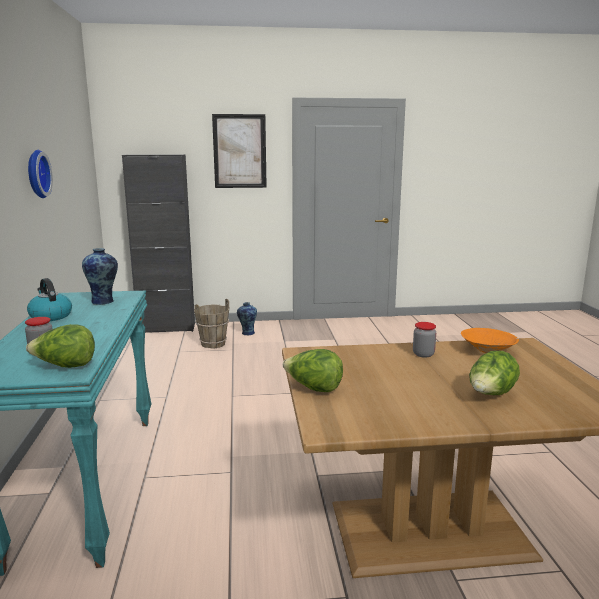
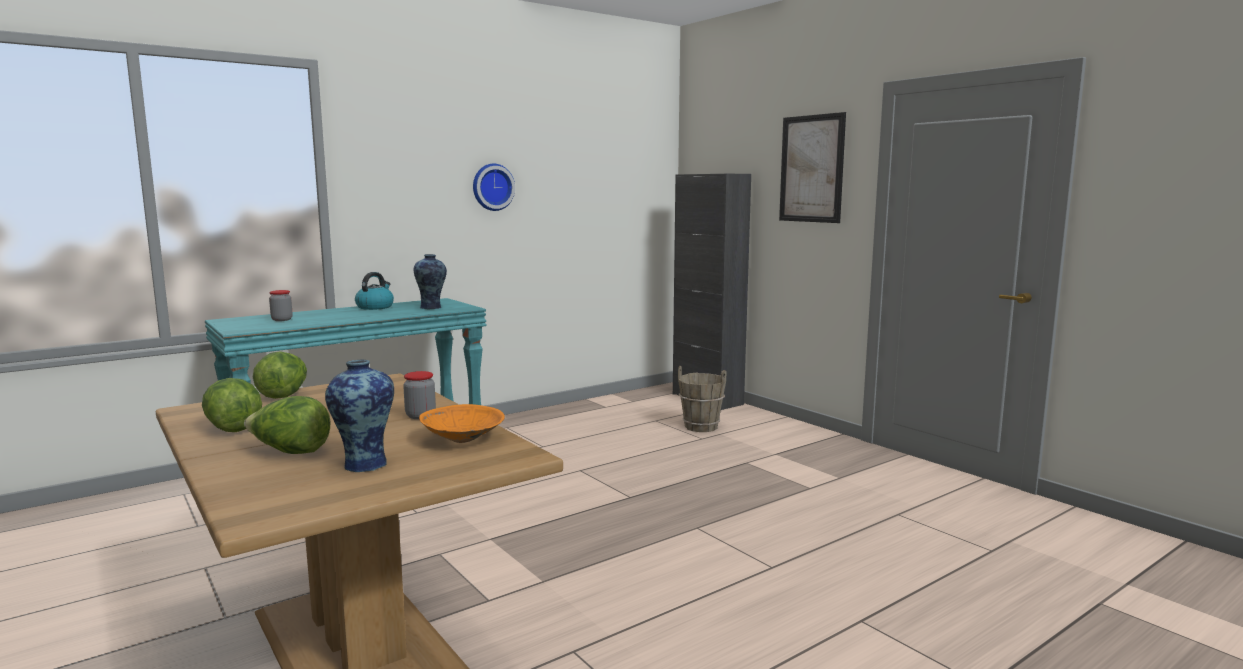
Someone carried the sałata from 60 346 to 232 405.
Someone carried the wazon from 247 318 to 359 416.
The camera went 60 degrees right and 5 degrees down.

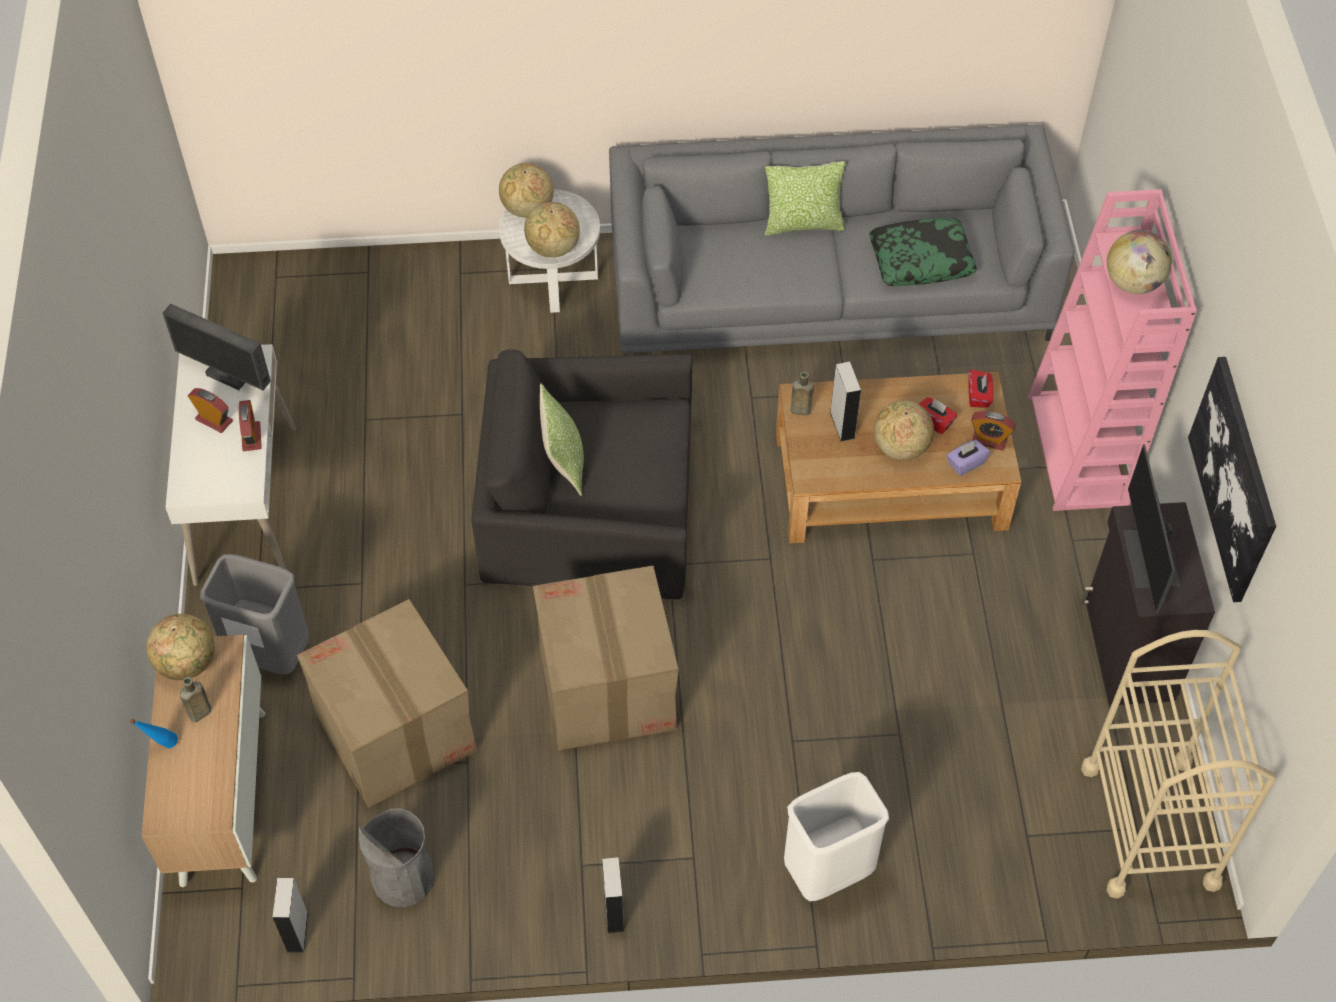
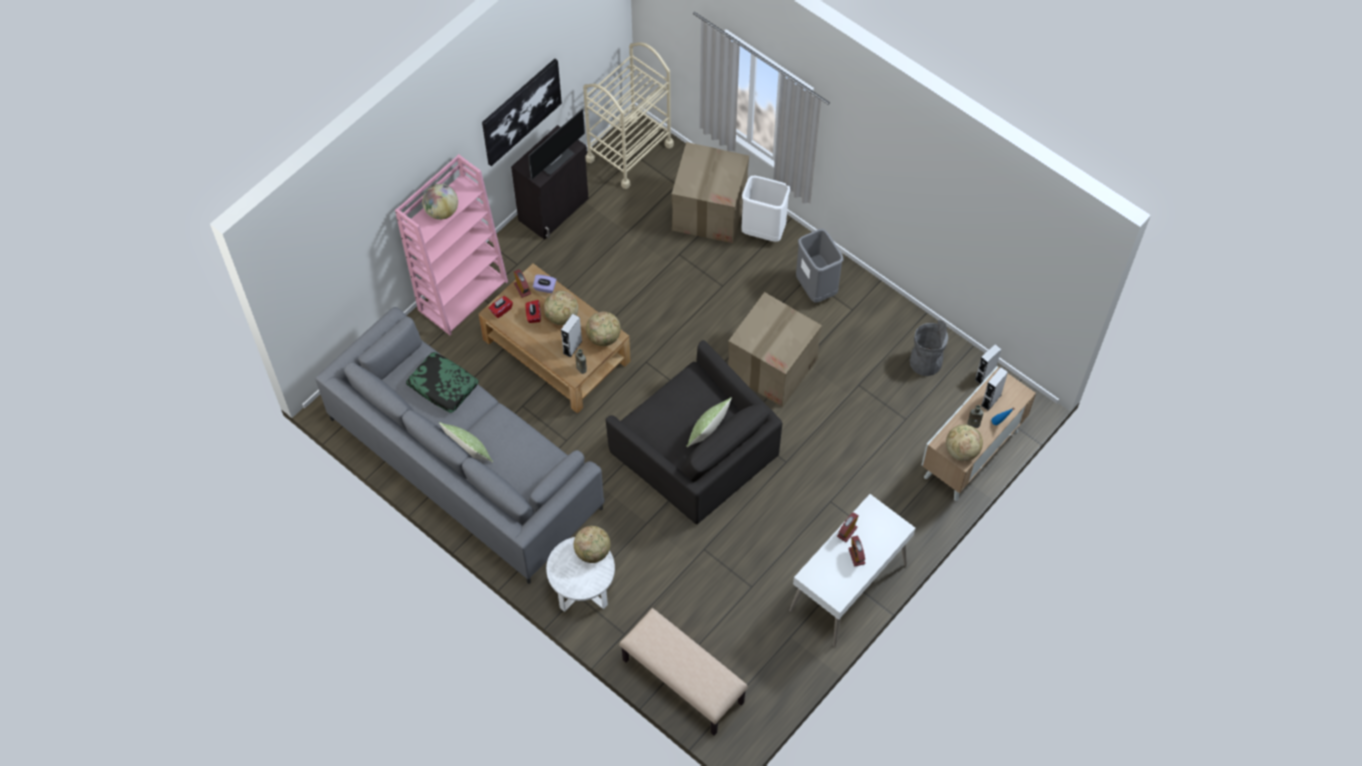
Someone took away the monitor at 217 347.
Someone carried the kosz na śmieci (szary) from 254 614 to 820 266.
Someone carried the karton from 387 703 to 710 192.
Someone carried the globus from 526 190 to 603 329.
Someone carried the głośnik (szary) from 613 895 to 994 389.
Someone put down the ławka (beżowy) at 683 672.
The camera went 135 degrees left and 5 degrees up.

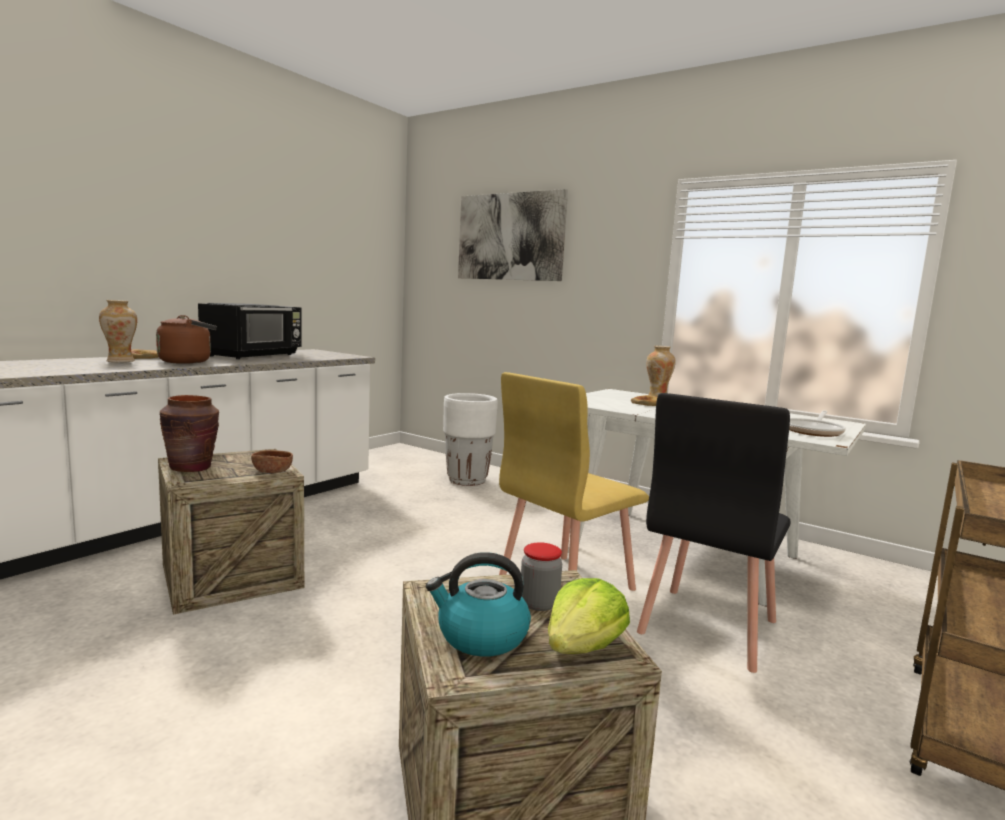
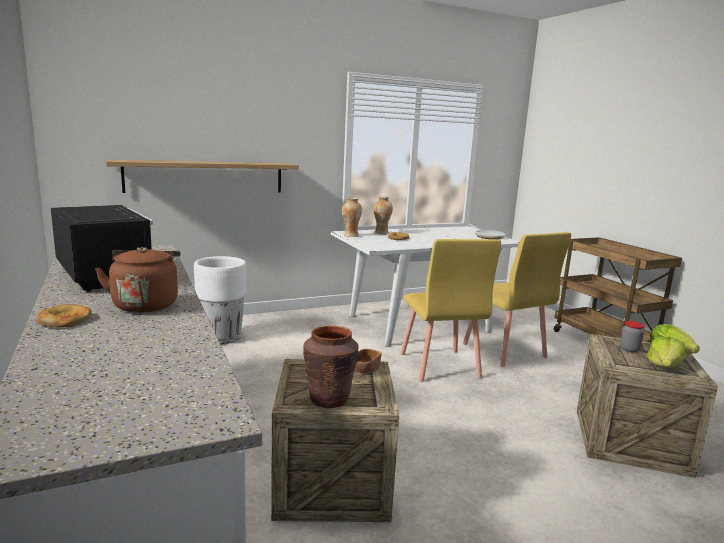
Someone carried the wazon from 118 331 to 352 217.
Someone swapped the czajnik at 478 604 for the sałata at 666 352.
Someone took away the obraz at 513 235.
Someone repainted the krzesło (czarny) at 714 533, which became the krzesło (żółty) at 517 299.
Someone put up the półka at 202 176.
The camera went 60 degrees left and 5 degrees up.

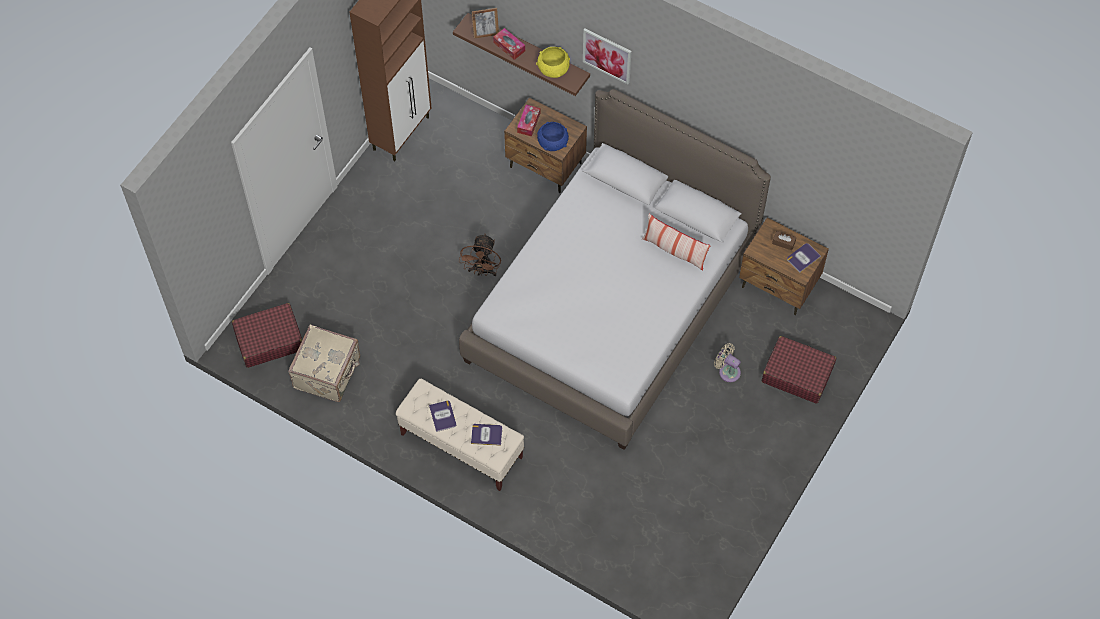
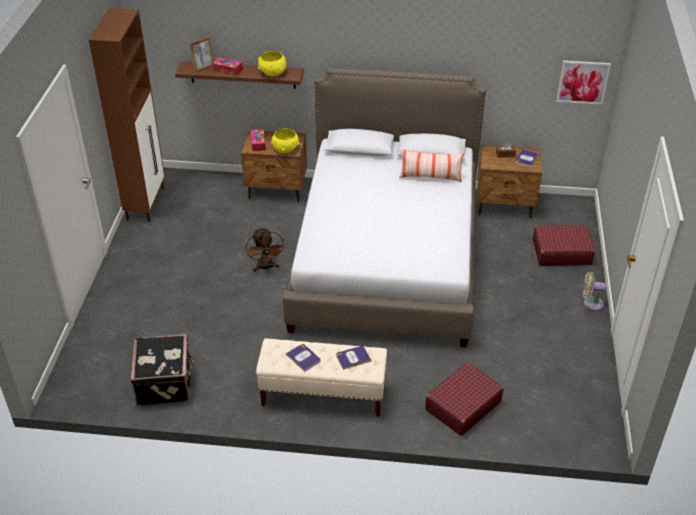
Someone carried the walizka (czerwony) from 267 335 to 464 399.
Someone repainted the walizka (beżowy) at 324 363, which became the walizka (czarny) at 163 370.
Someone repainted the miska (niebieski) at 553 136, which became the miska (żółty) at 285 141.
Someone carried the obraz from 607 56 to 583 83.
Someone carried the wentylator (beżowy) from 727 362 to 594 291.
The camera went 25 degrees left and 20 degrees down.

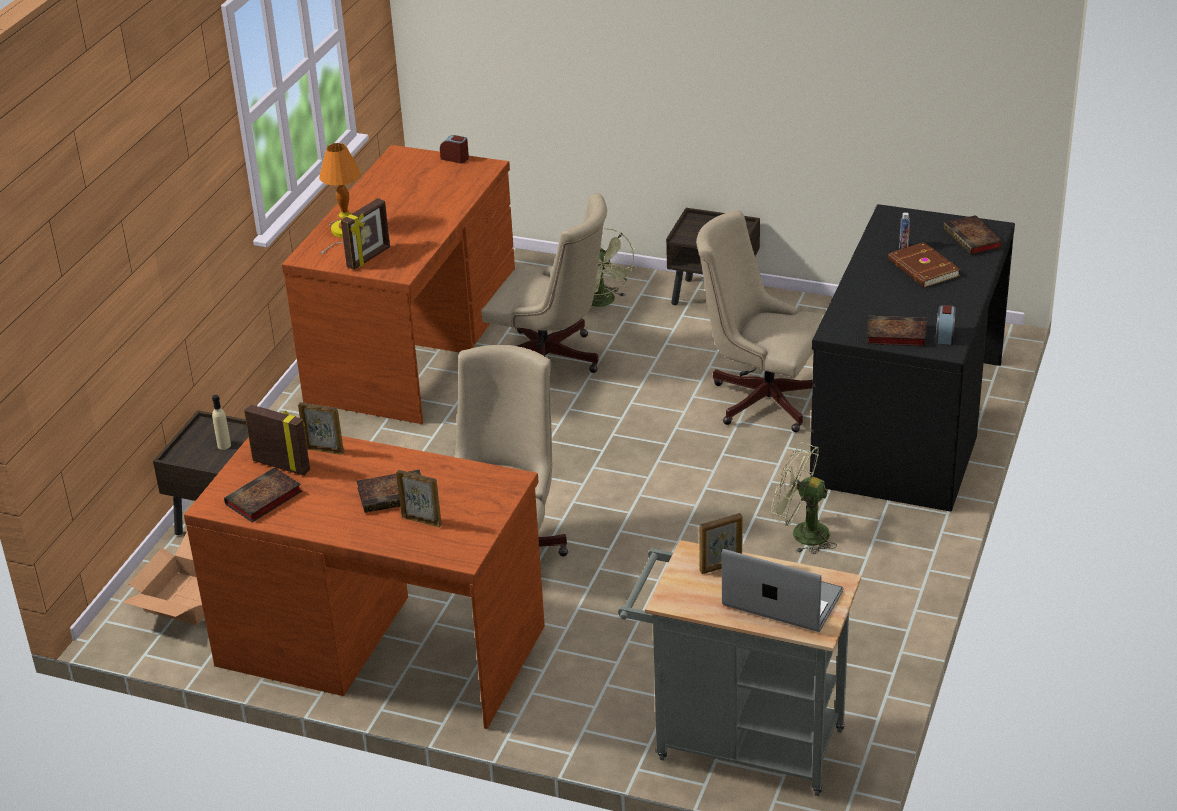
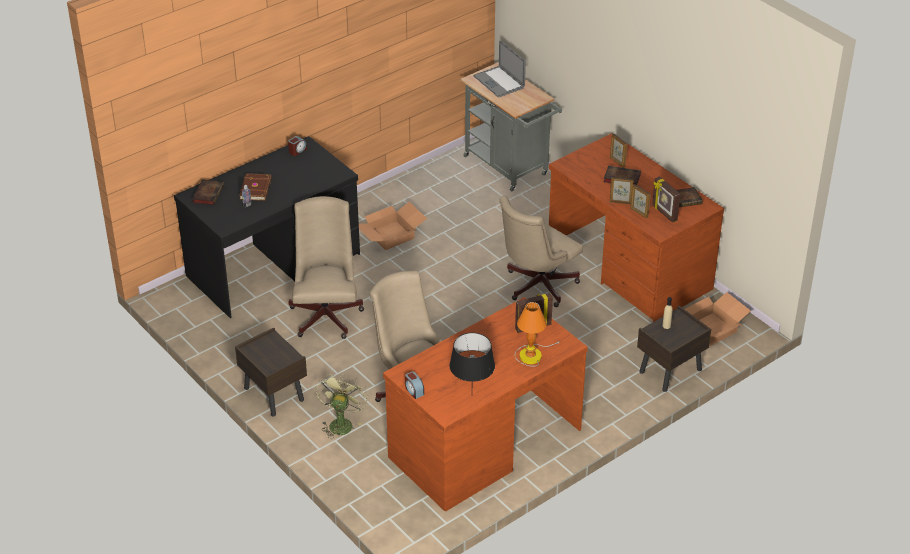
Someone rotated the krzesło biurowe (beżowy) at 760 321 by 150 degrees counterclockwise.
Someone carried the ramka na zdjęcie from 721 543 to 622 191.
Someone swapped the wentylator (zielony) at 804 498 for the karton at 393 226.
Someone took away the książka at 897 331.
Someone put down the lampa stołowa (czarny) at 472 357.
The camera went 150 degrees left and 5 degrees up.

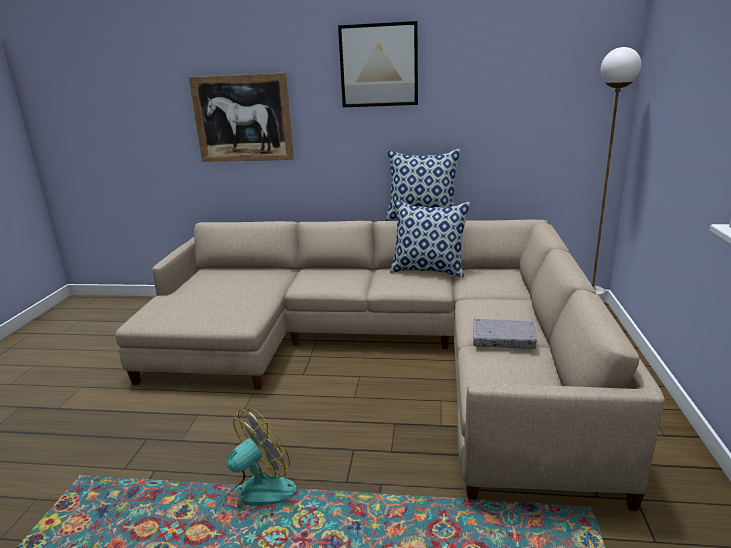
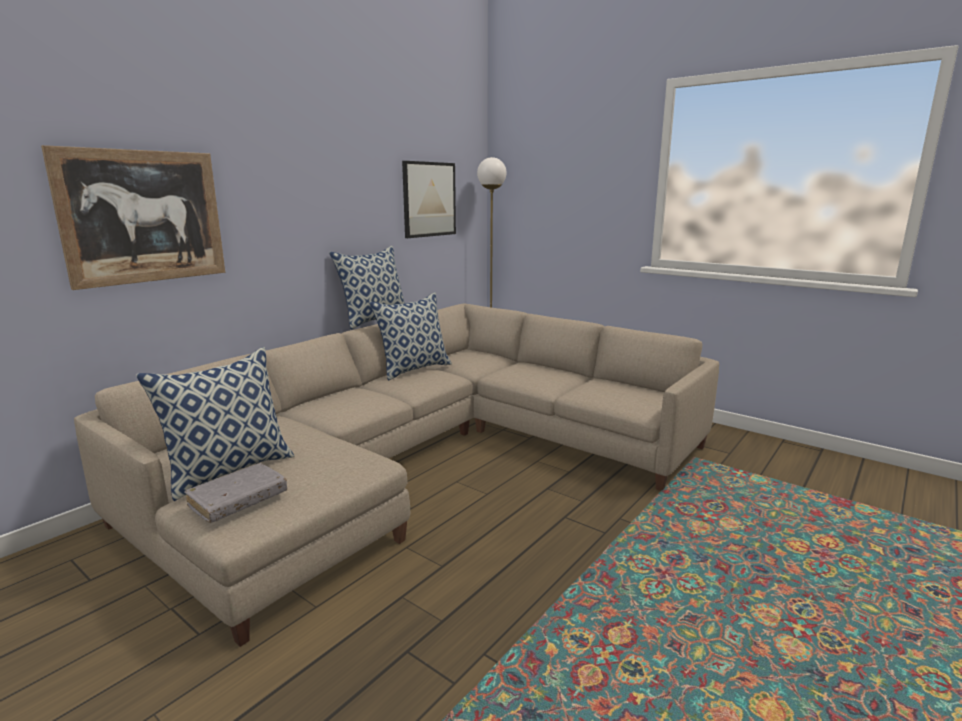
Someone took away the wentylator at 256 466.
Someone carried the obraz from 378 64 to 429 199.
Someone carried the książka (szary) from 505 334 to 235 493.
Someone put down the poduszka at 215 424.
The camera went 60 degrees left and 5 degrees down.

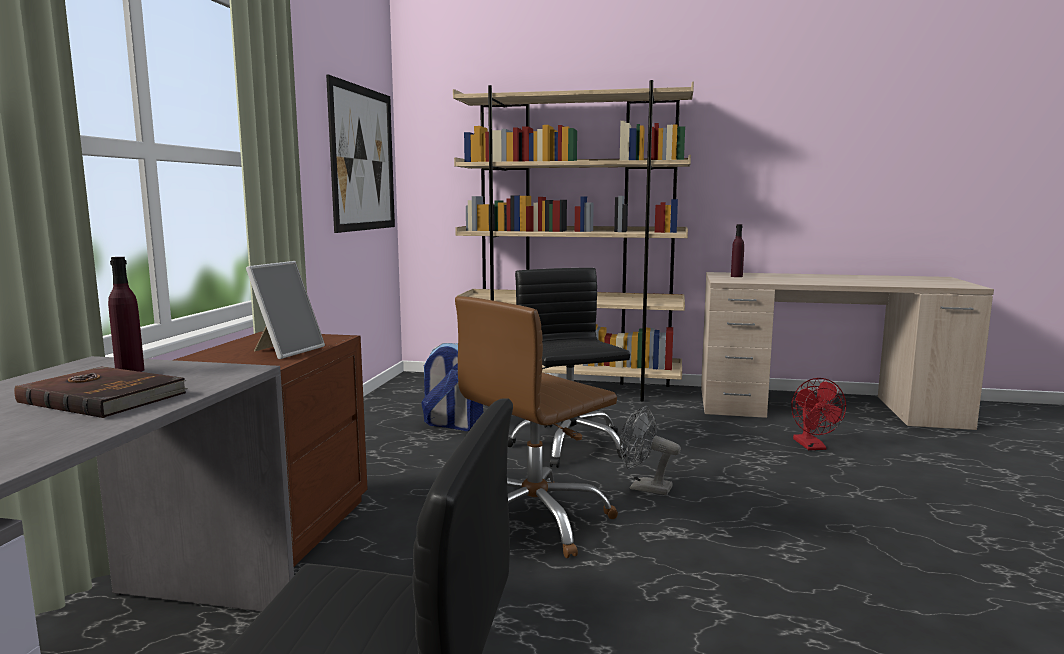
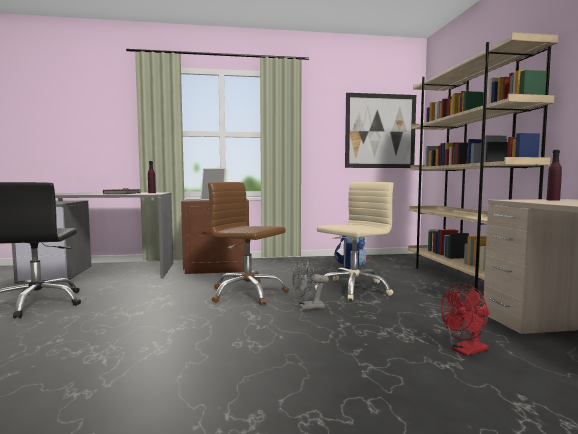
Someone repainted the krzesło biurowe (czarny) at 569 368, which became the krzesło biurowe (beżowy) at 354 241.
Someone rotated the wentylator (szary) at 650 450 by 105 degrees counterclockwise.
The camera went 70 degrees right and 5 degrees down.

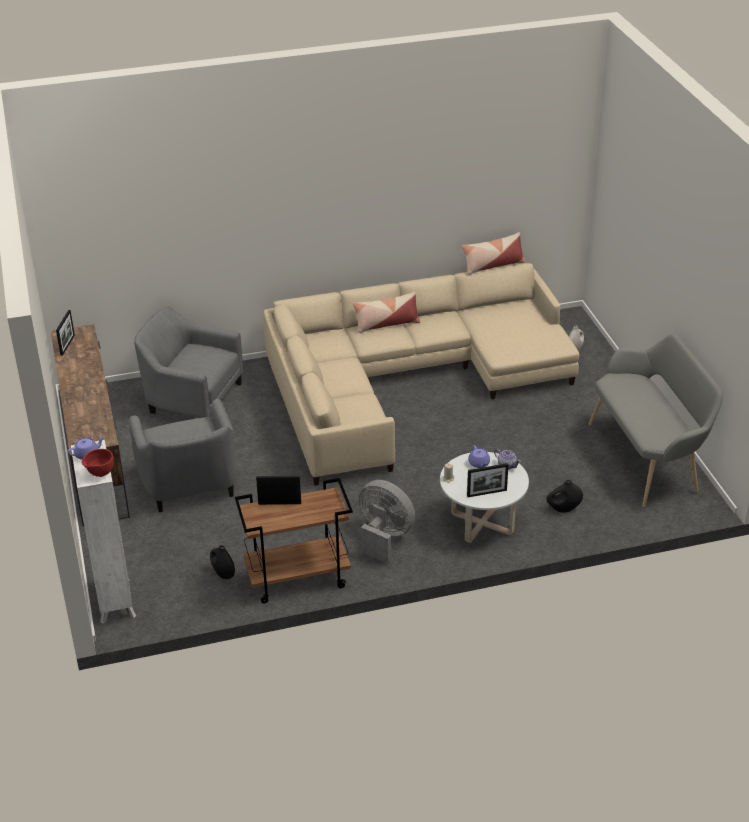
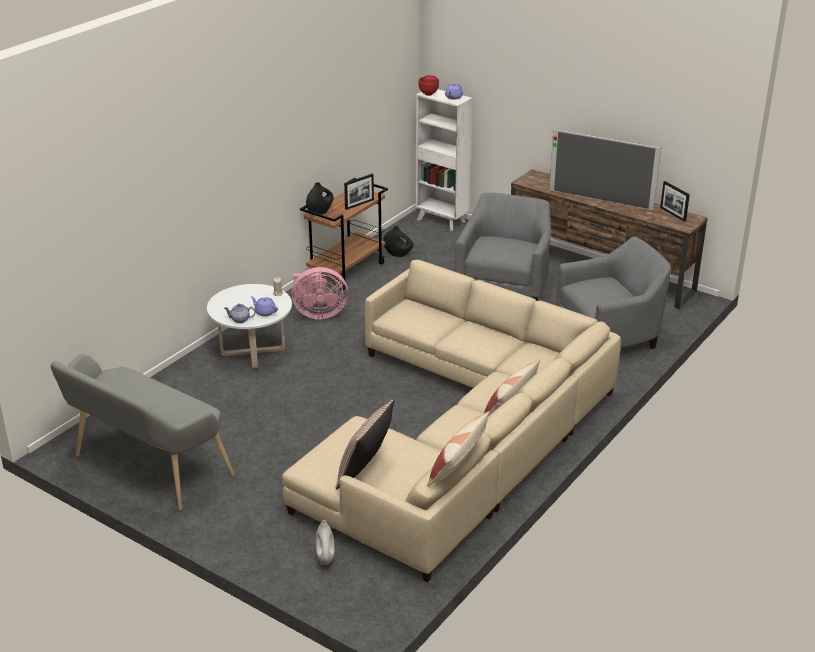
Someone rotated the fotel (szary) at 183 455 by 75 degrees clockwise.
Someone repainted the wentylator (szary) at 387 522, which became the wentylator (różowy) at 319 293.
Someone took away the ramka na zdjęcie at 487 480.
Someone carried the wazon (czarny) from 564 496 to 319 198.
Someone put down the poduszka at 364 444.
Someone put down the telewizor at 605 169.
The camera went 140 degrees right and 5 degrees down.

